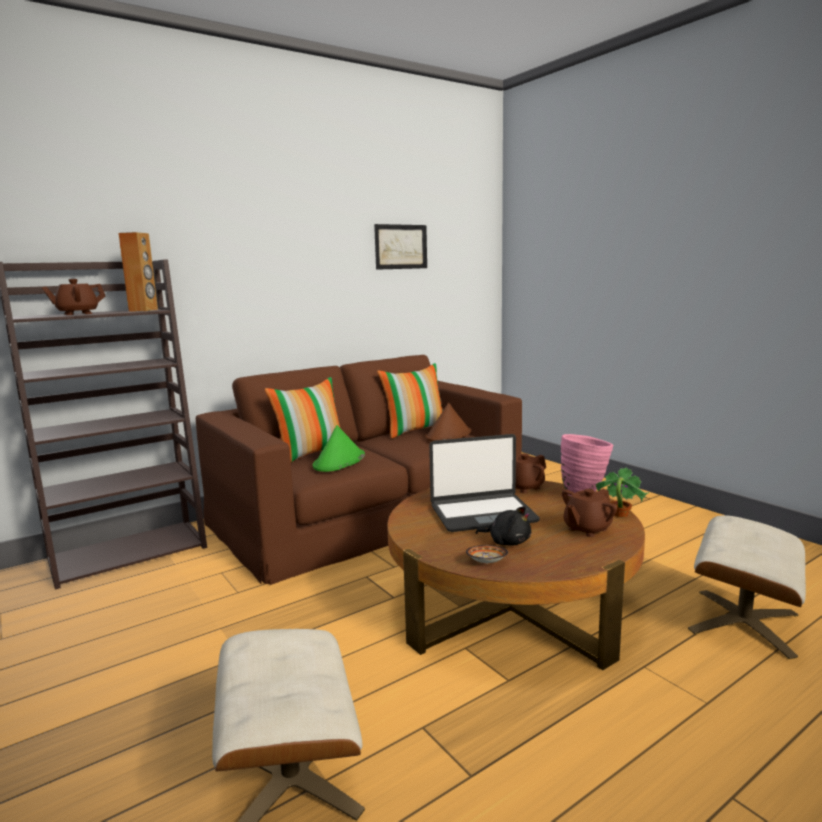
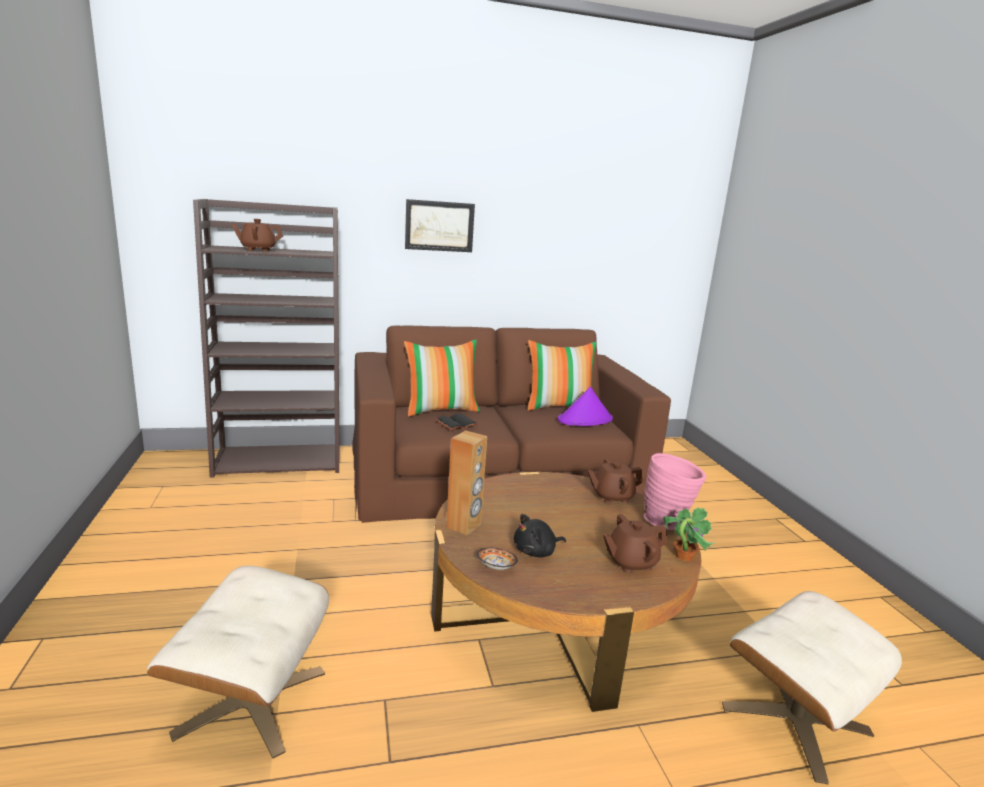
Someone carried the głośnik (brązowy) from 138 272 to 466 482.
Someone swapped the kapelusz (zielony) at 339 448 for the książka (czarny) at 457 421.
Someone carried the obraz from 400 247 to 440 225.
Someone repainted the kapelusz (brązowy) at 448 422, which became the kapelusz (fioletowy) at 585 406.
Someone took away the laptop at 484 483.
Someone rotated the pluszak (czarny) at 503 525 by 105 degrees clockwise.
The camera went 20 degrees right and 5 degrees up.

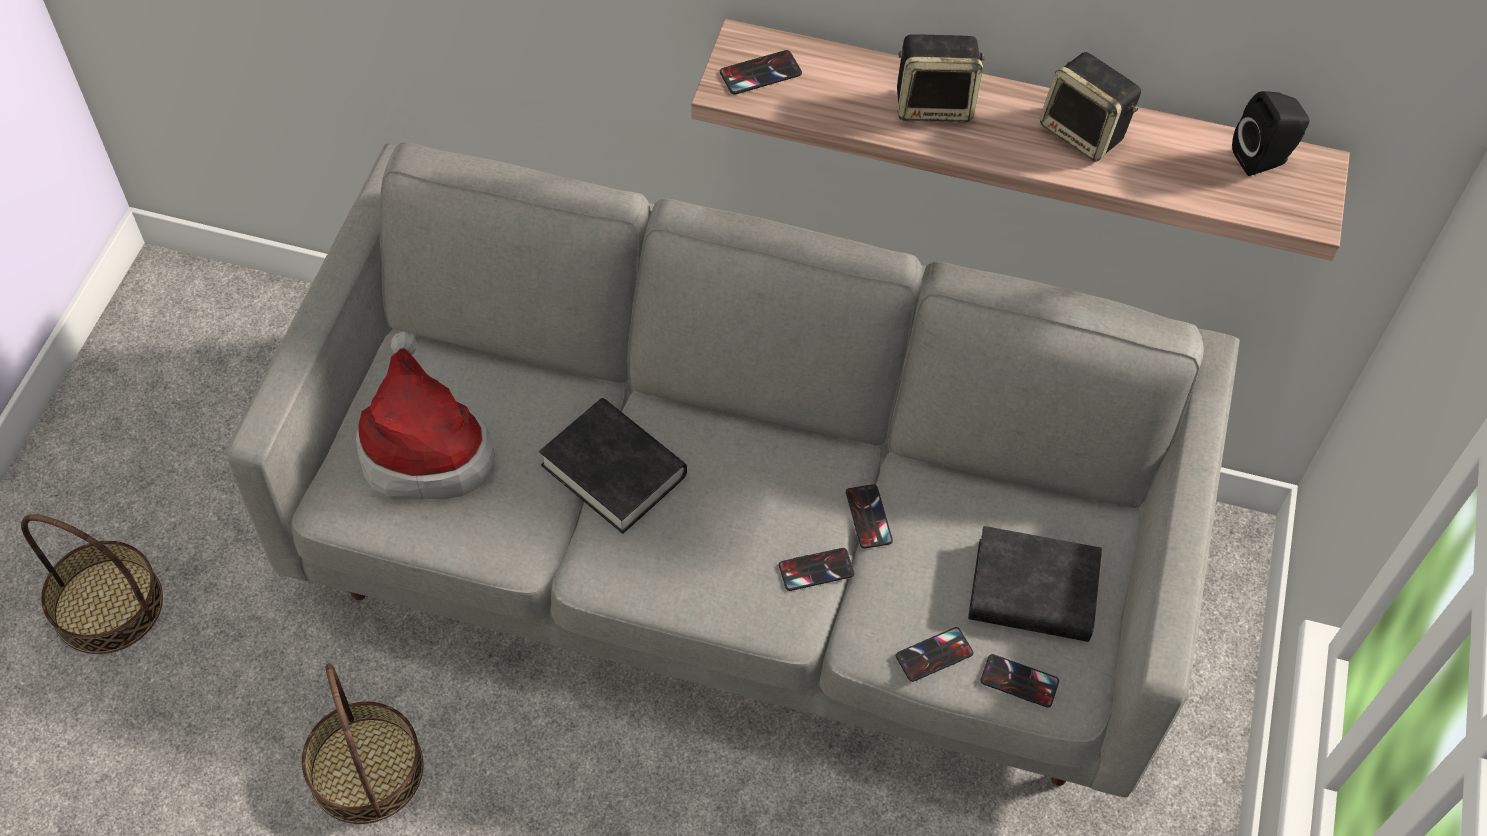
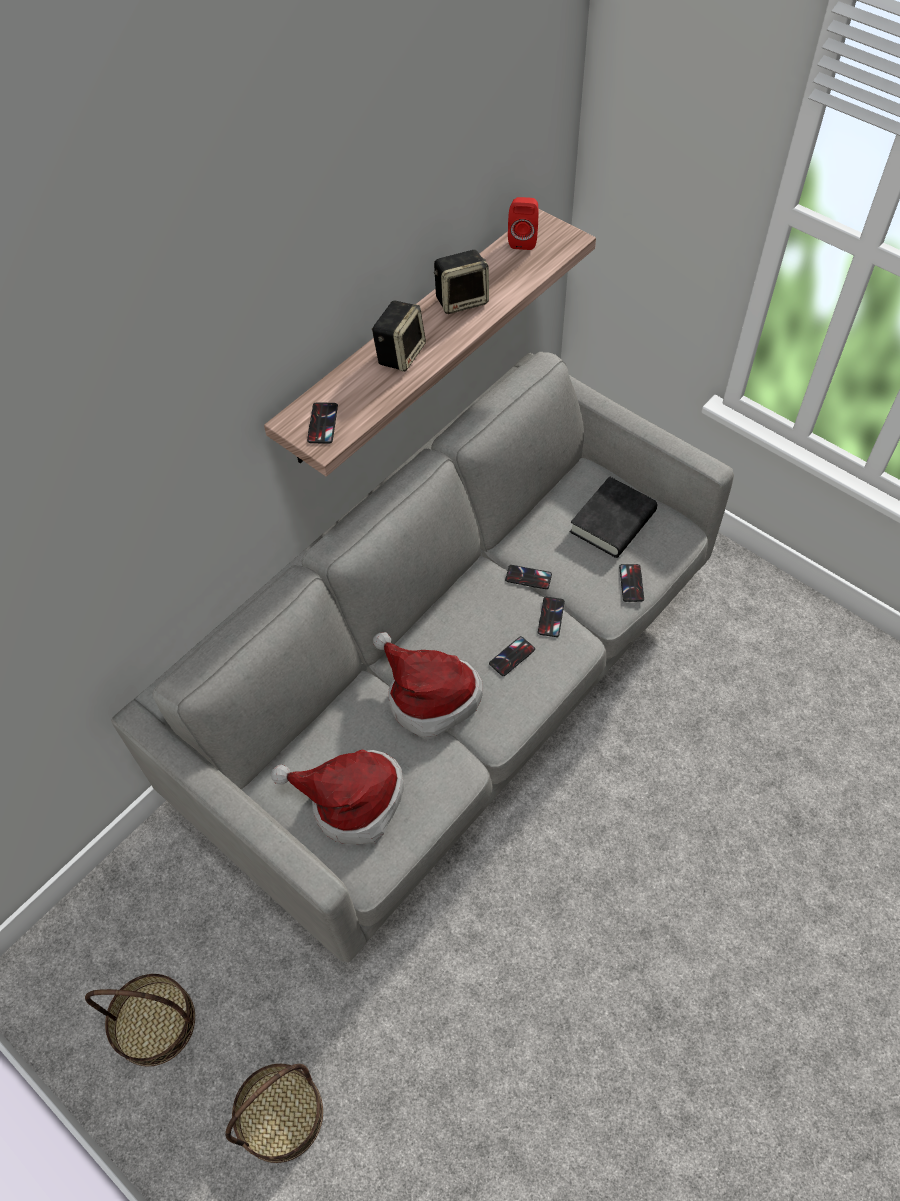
Someone carried the koszyk from 362 743 to 140 1020.
Someone swapped the książka (czarny) at 613 466 for the kapelusz at 428 686.
Someone carried the telefon from 1019 680 to 512 656.
Someone repainted the głośnik (czarny) at 1270 133, which became the głośnik (czerwony) at 523 223.
The camera went 60 degrees left and 0 degrees up.

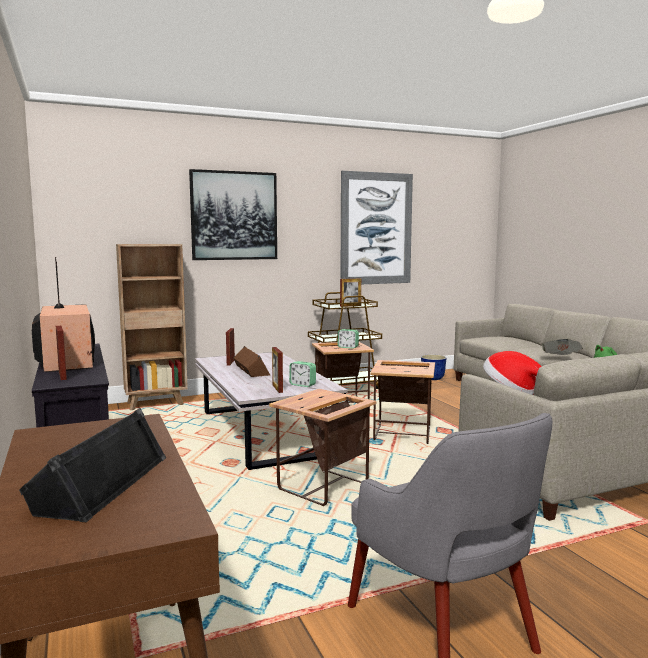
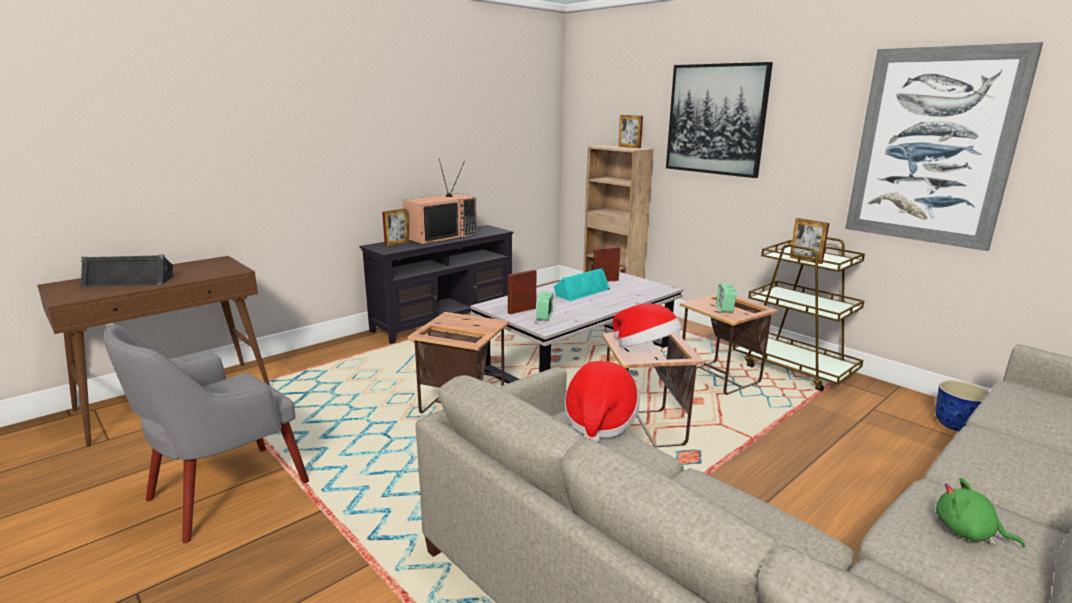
Someone repainted the głośnik (brązowy) at 251 361, which became the głośnik (turkusowy) at 581 284.
Someone took away the gazeta at 562 347.
Someone put down the kapelusz at 647 325.
Someone put down the ramka na zdjęcie at 630 131.
The camera went 70 degrees right and 10 degrees up.

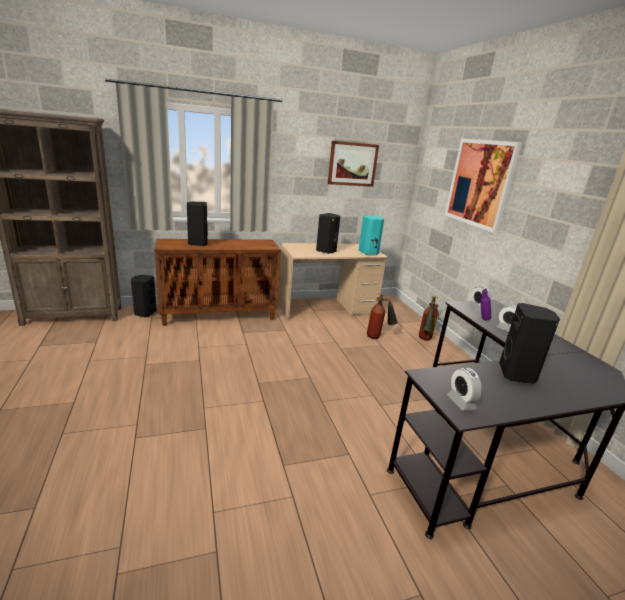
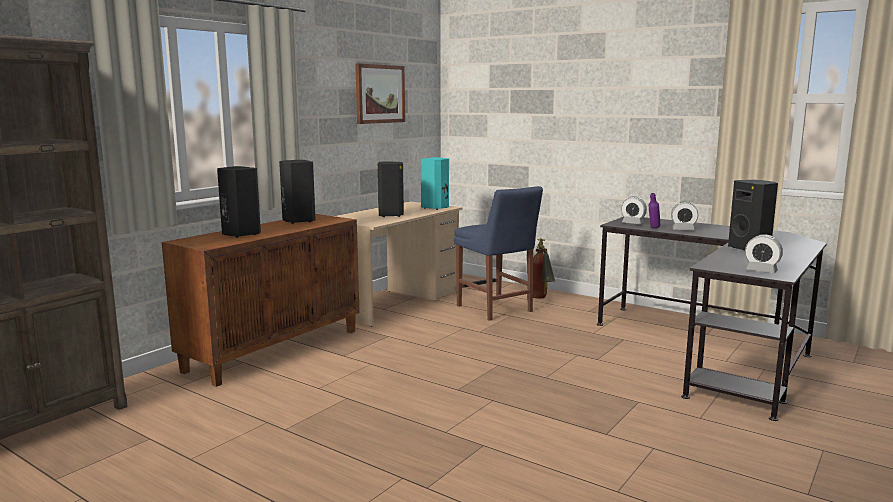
Someone carried the głośnik (czarny) from 144 296 to 297 192.
Someone swapped the gaśnica at 382 316 for the krzesło (niebieski) at 498 253.
Someone took away the obraz at 483 186.
The camera went 35 degrees left and 10 degrees down.

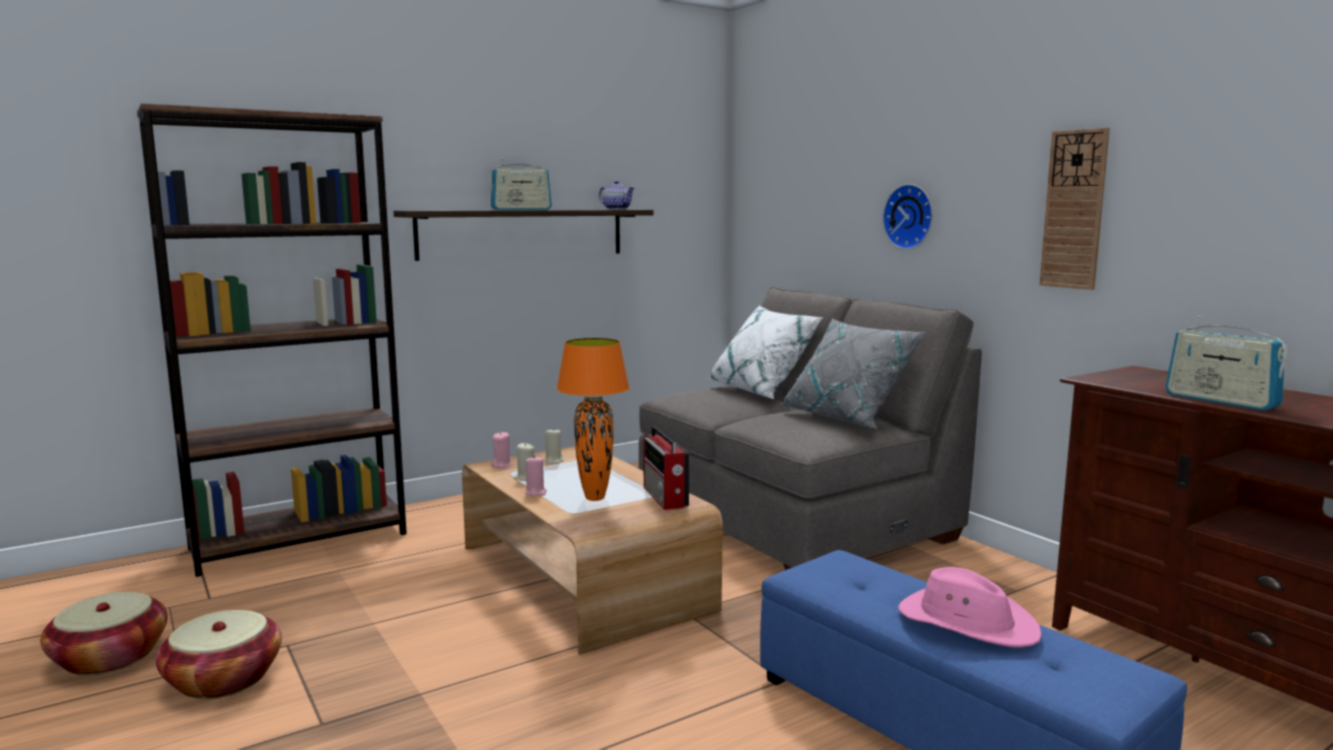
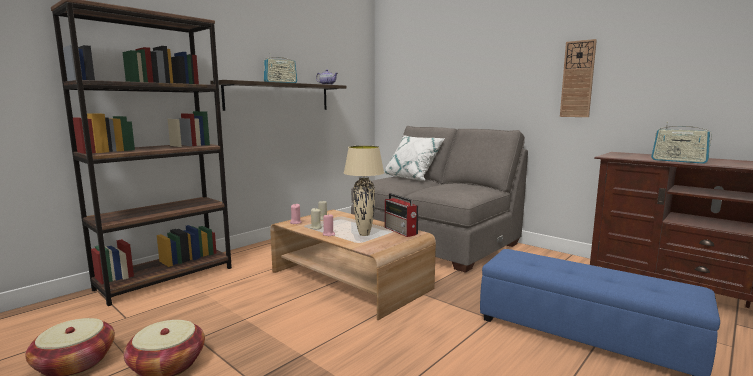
Someone repainted the lampa stołowa (pomarańczowy) at 593 419, which became the lampa stołowa (beżowy) at 364 191.
Someone took away the poduszka (szary) at 853 374.
Someone took away the zegar ścienny at 907 217.
Someone took away the kapelusz (różowy) at 970 607.
The camera went 15 degrees left and 0 degrees up.

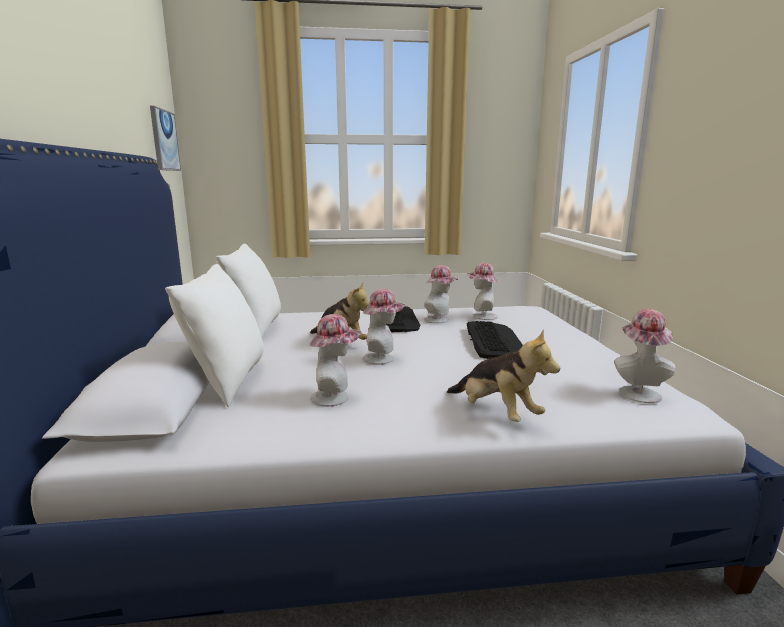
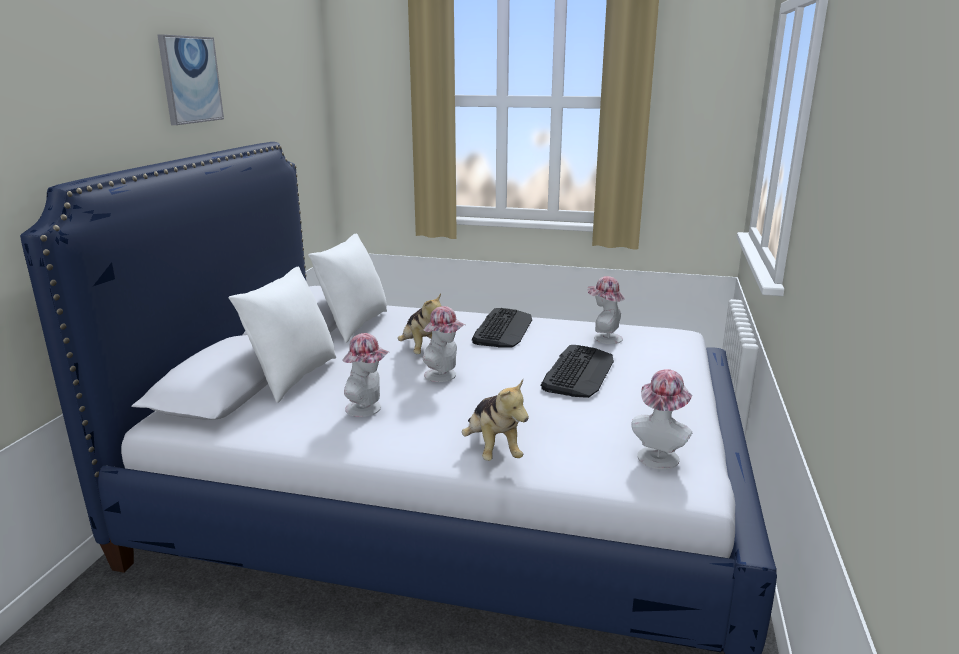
Someone carried the obraz from 165 138 to 190 79.
Someone took away the kapelusz at 441 294.
The camera went 20 degrees right and 5 degrees up.

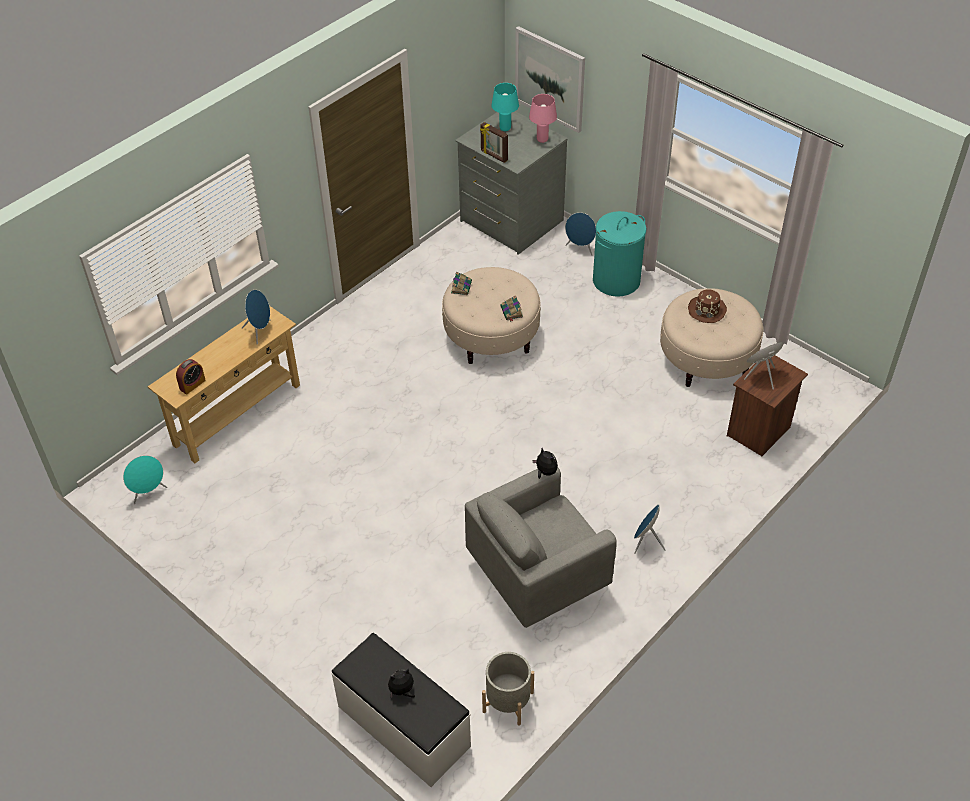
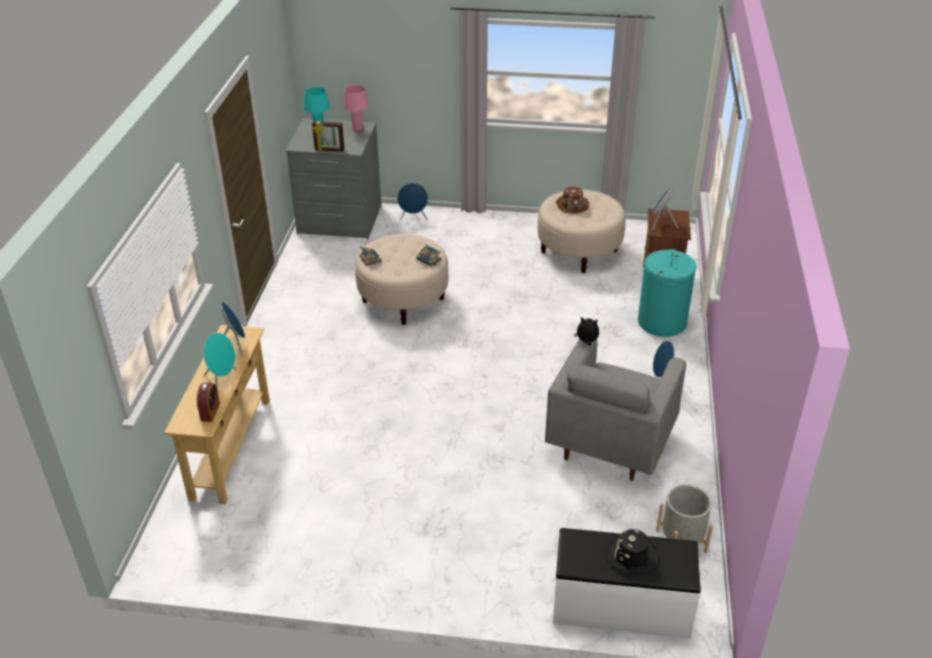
Someone carried the głośnik (turkusowy) from 145 480 to 220 360.
Someone swapped the pluszak at 401 683 for the kapelusz (czarny) at 633 552.
Someone took away the obraz at 550 79.
Someone carried the kosz na pranie (turkusowy) from 620 254 to 667 293.
The camera went 35 degrees left and 10 degrees down.

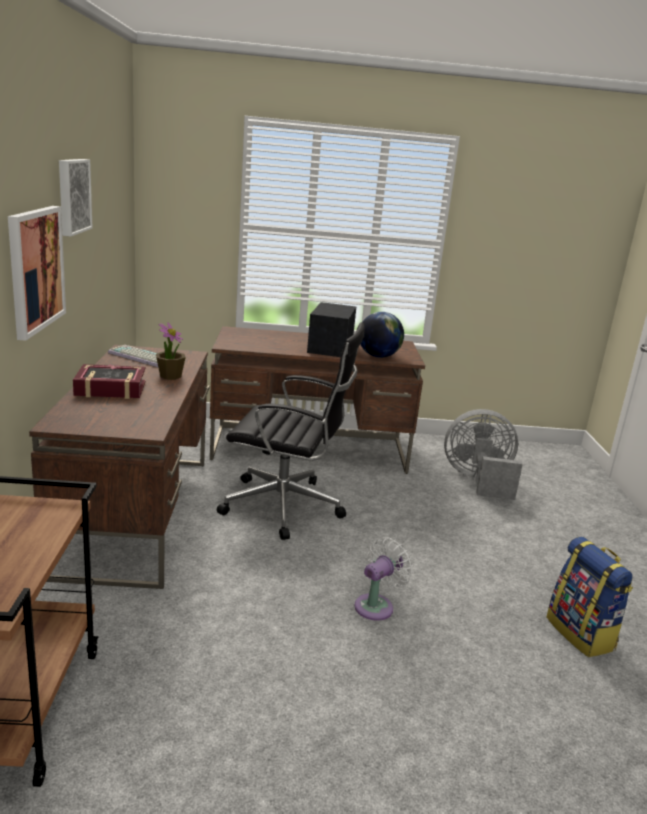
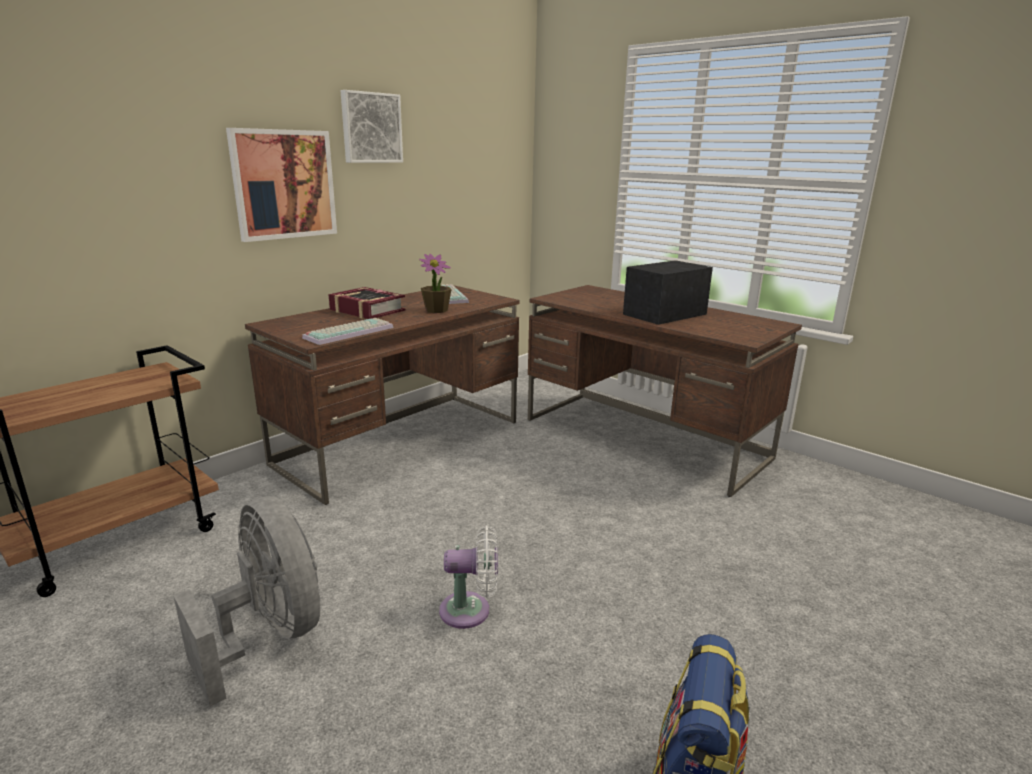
Someone took away the krzesło biurowe (czarny) at 291 431.
Someone took away the globus at 382 335.
Someone carried the wentylator (szary) from 483 454 to 246 601.
Someone put down the klawiatura at 348 331.
The camera went 45 degrees right and 0 degrees up.

